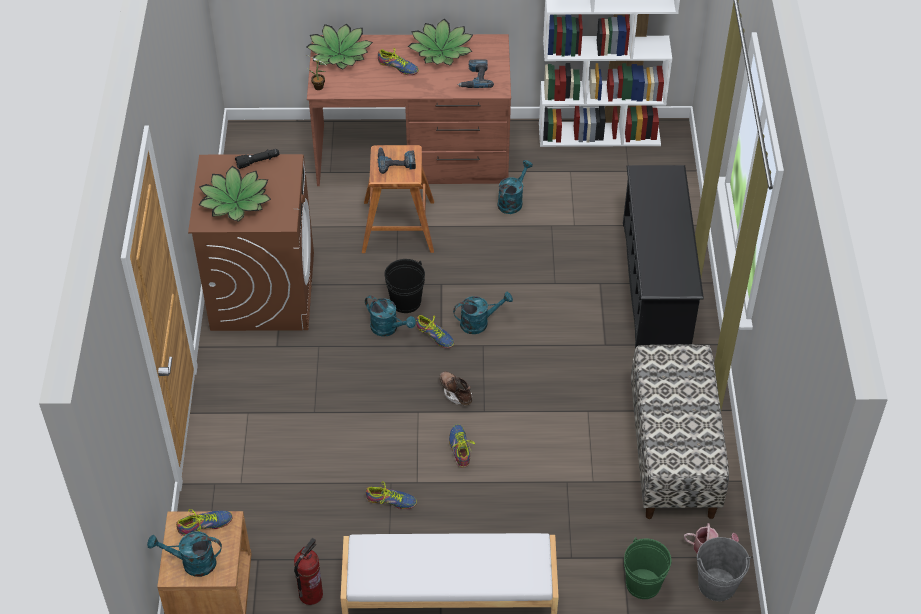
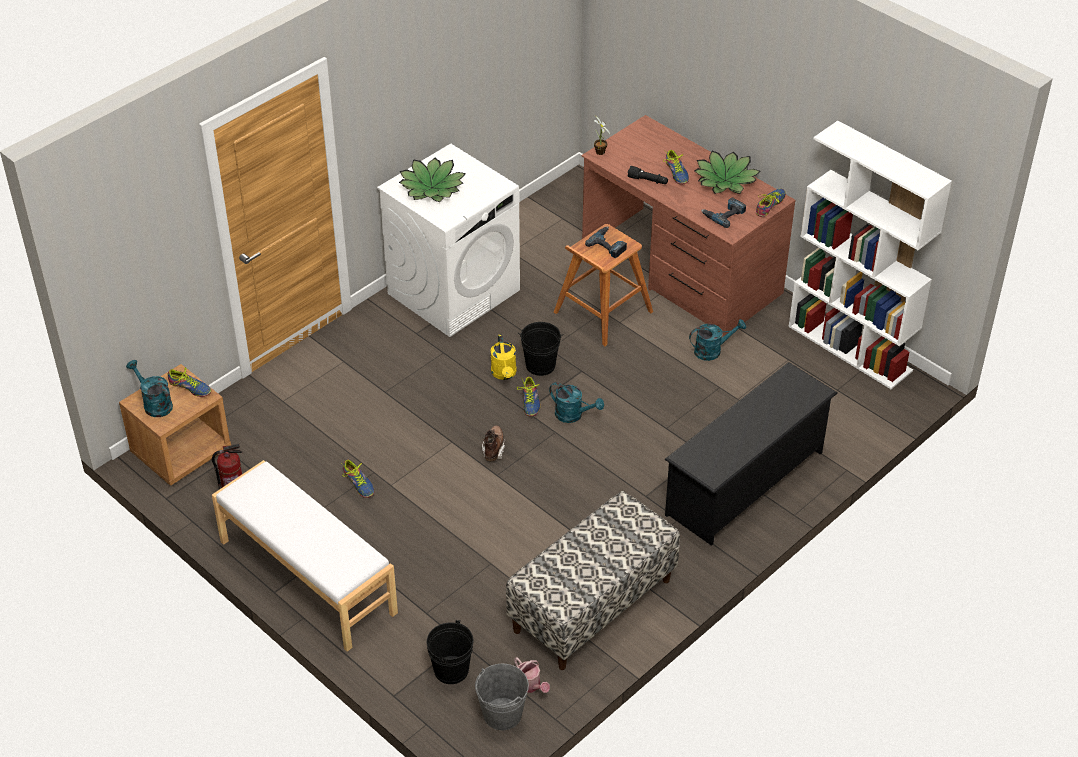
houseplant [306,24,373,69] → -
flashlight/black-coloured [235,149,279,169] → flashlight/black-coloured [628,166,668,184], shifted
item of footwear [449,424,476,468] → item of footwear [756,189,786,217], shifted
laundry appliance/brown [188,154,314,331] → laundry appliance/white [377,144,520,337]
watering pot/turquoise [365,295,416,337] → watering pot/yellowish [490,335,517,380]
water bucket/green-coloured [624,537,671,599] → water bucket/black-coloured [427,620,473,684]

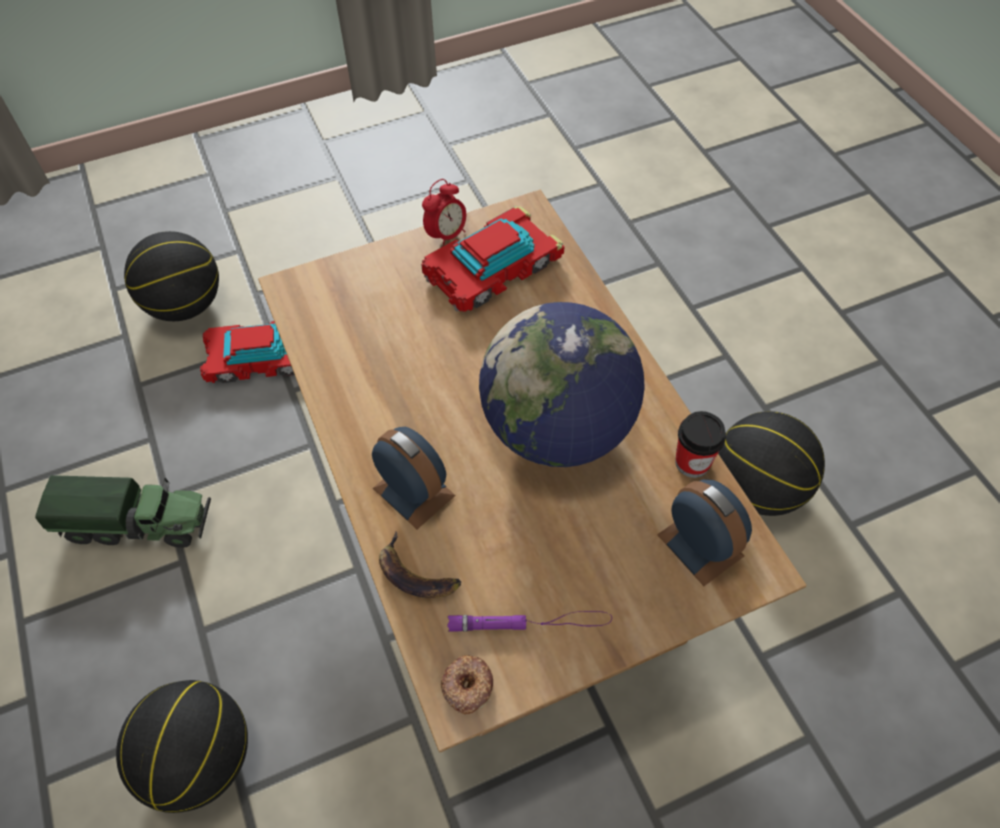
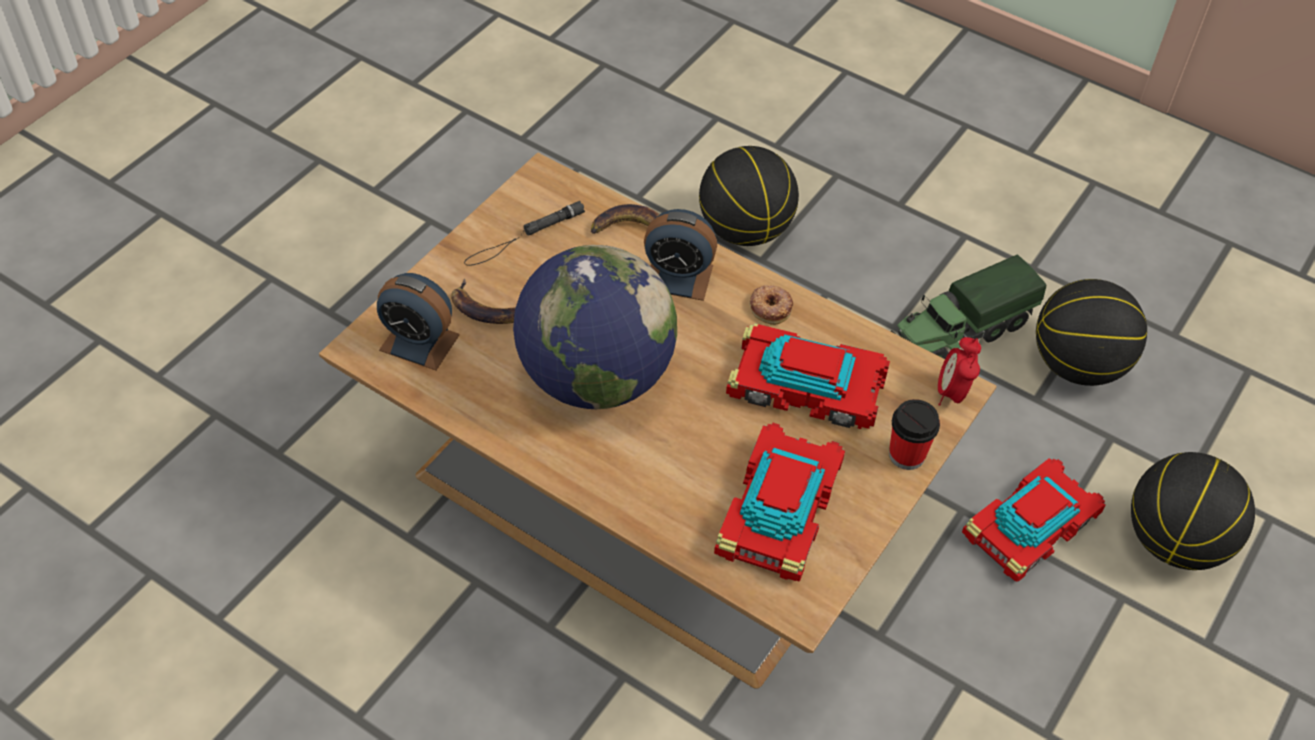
- → whole banana [451,279,515,324]
- → toy car [726,324,890,429]
alarm clock [422,179,466,246] → alarm clock [938,337,981,406], shifted
donut [441,655,493,714] → donut [749,285,794,325], shifted
small cup [675,411,726,478] → small cup [889,399,940,470], shifted
ball for basketball [718,411,825,516] → ball for basketball [1036,279,1147,386], shifted
flashlight/purple-coloured [447,611,612,632] → flashlight/black-coloured [464,201,585,266]

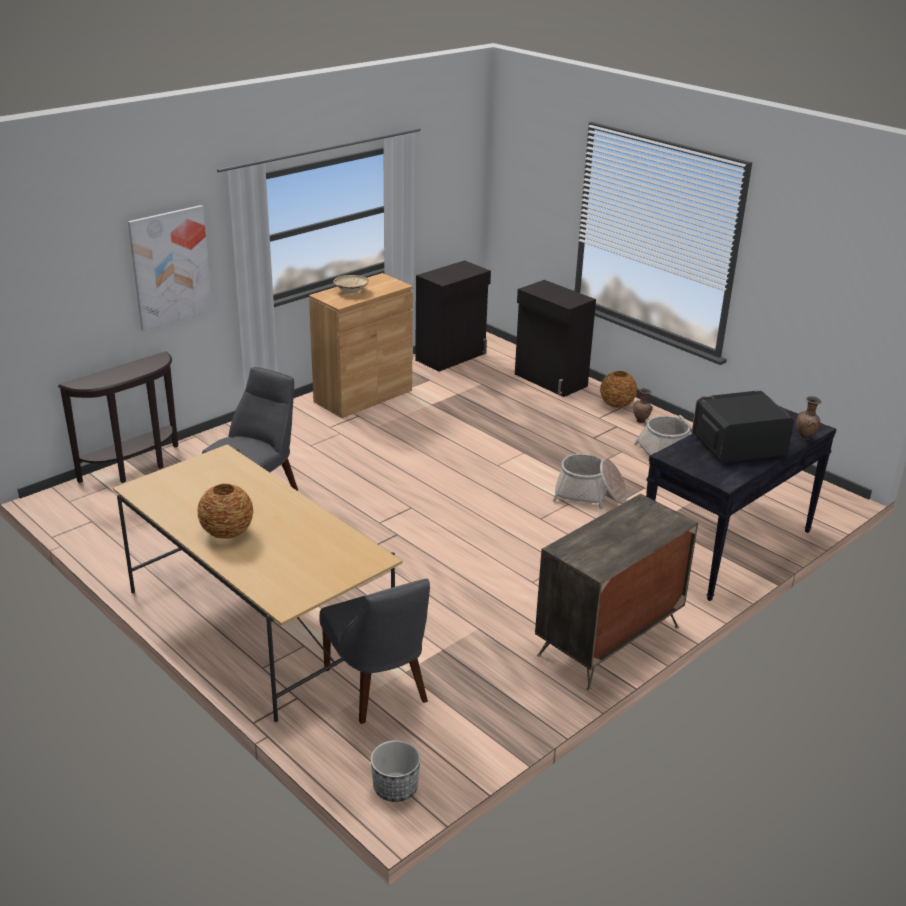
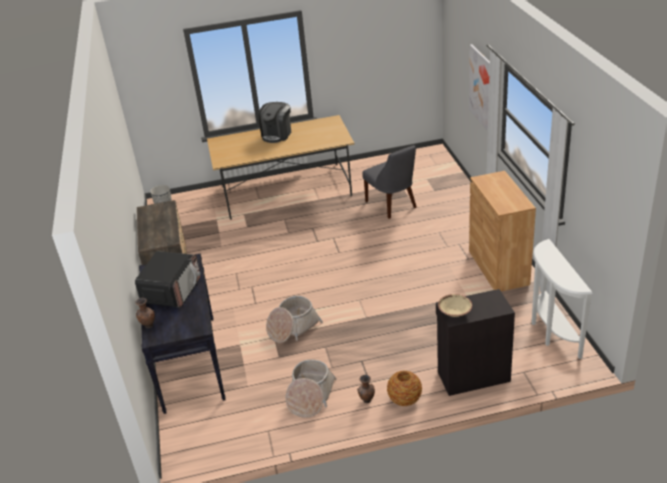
narrow table/brown [58,351,178,483] → -
chair/greyish [319,579,430,724] → -
deep dish/beige-coloured [333,275,369,294] → deep dish/beige-coloured [438,294,472,317], shifted
flower vase [197,484,253,539] → coffee machine [258,102,291,143]
storage cabinet/black-coloured [415,260,491,372] → narrow table/white [532,239,593,359]

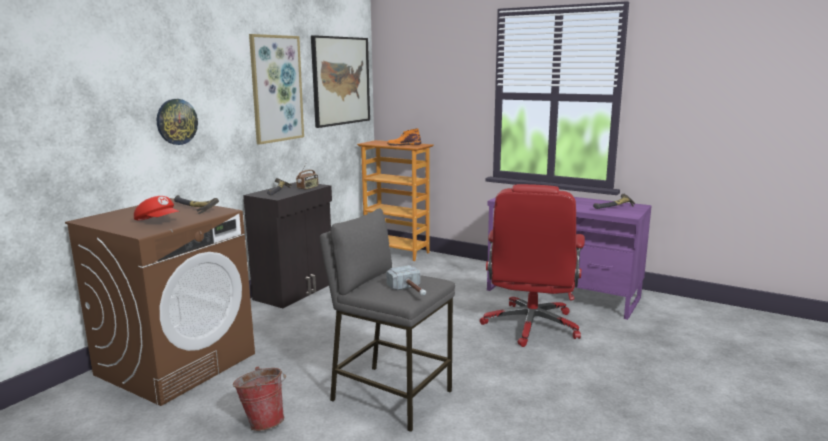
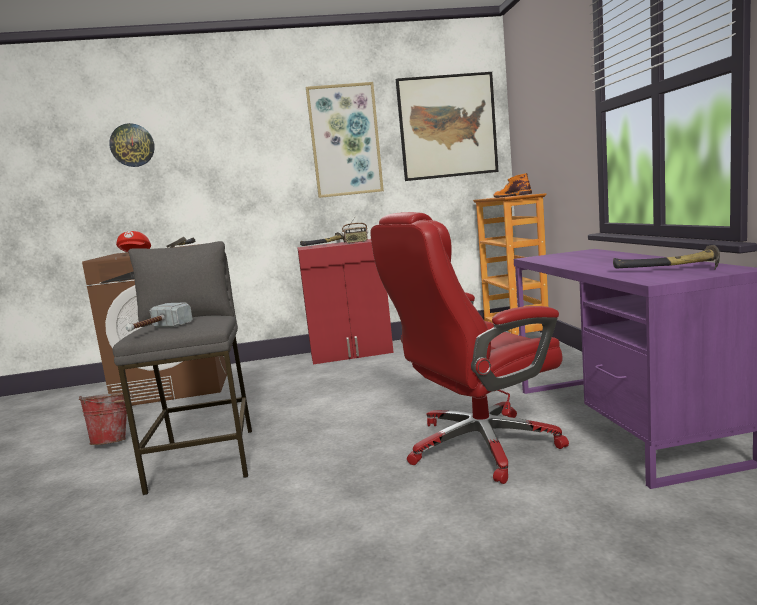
clock on the wall [157,99,198,145] → clock on the wall [109,123,155,167], shifted
storage cabinet/black-coloured [243,182,332,308] → storage cabinet/red-coloured [297,239,394,364]

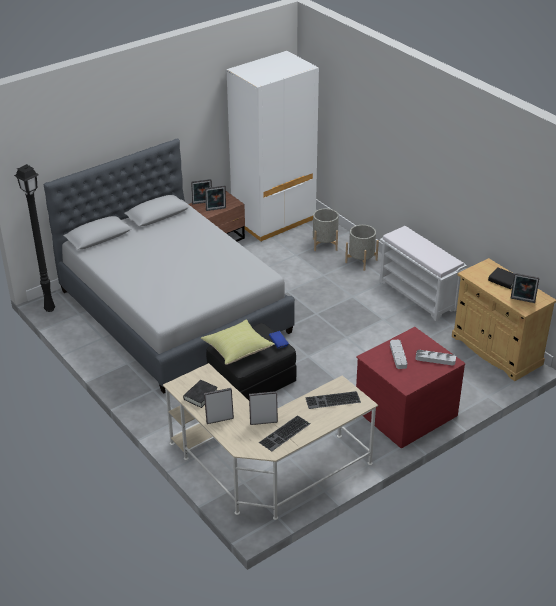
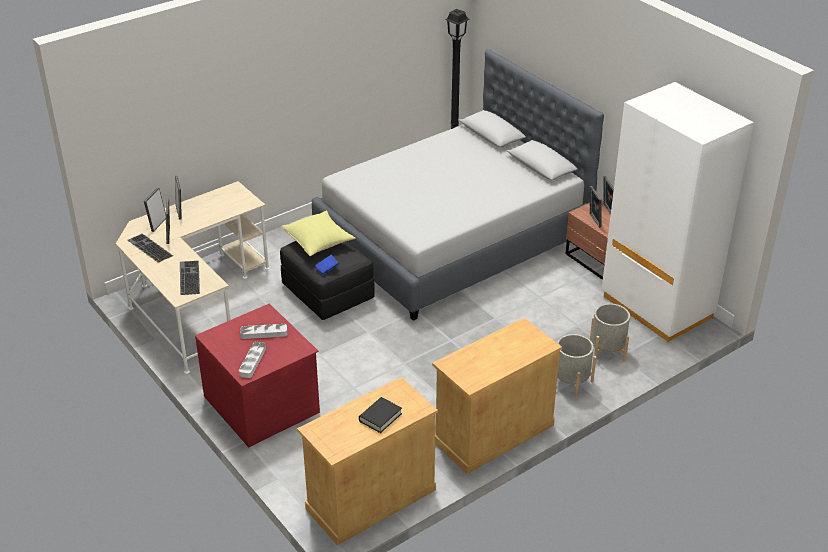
volume/black-coloured [183,380,218,408] → -
standing frame [511,273,540,303] → standing frame [144,187,166,232], shifted
long seat/white [380,226,467,321] → storage cabinet/beige-coloured [432,318,562,474]

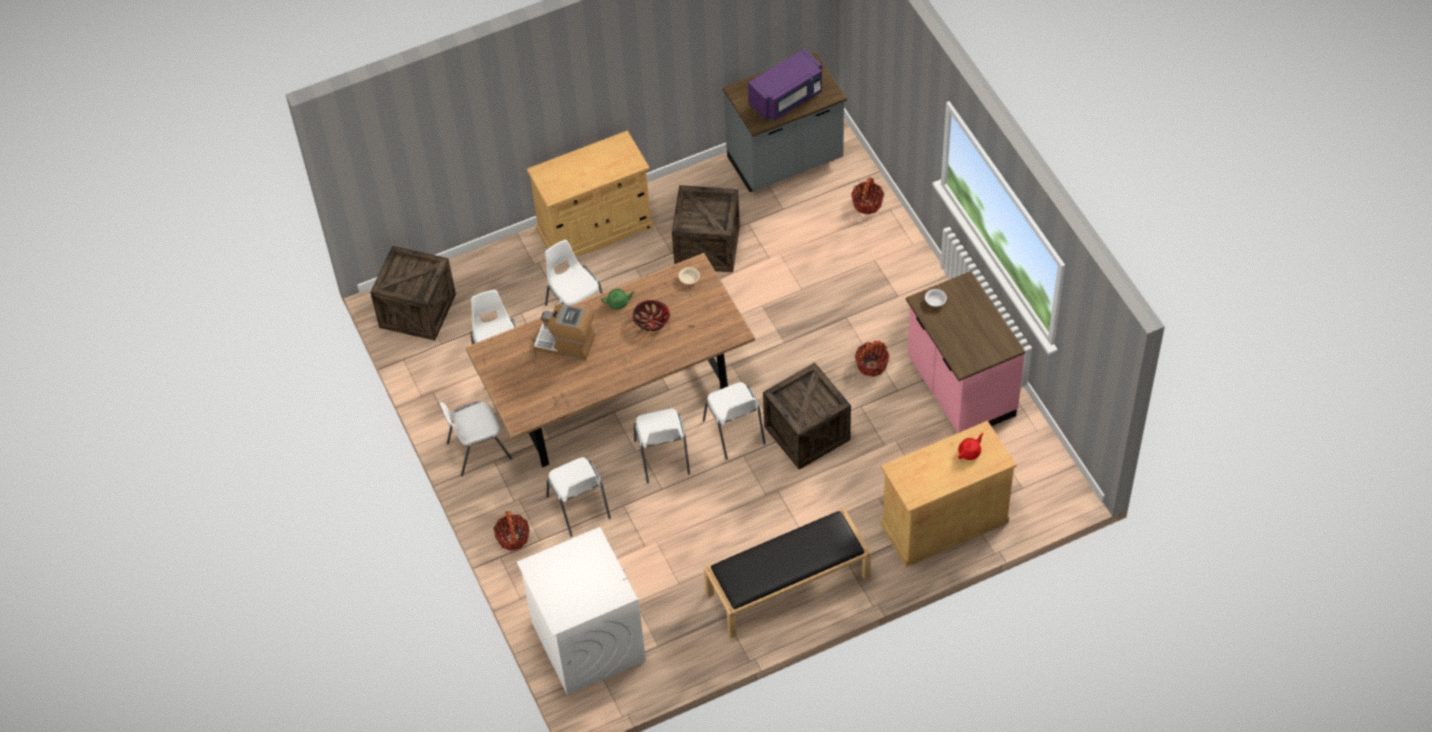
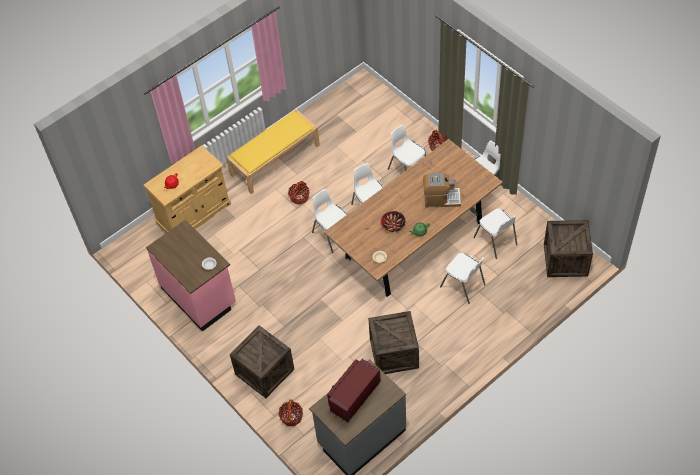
laundry appliance/white [517,527,646,695] → -
storage cabinet/beige-coloured [527,130,653,266] → -
shipping crate [763,363,851,469] → shipping crate [230,325,294,398], shifted
storage basket [855,341,890,377] → storage basket [288,181,309,204], shifted
long seat/black-coloured [704,508,871,639] → long seat/yellowish [226,109,320,194]
microwave/purple-coloured [748,48,822,121] → microwave/red-coloured [327,359,381,423]

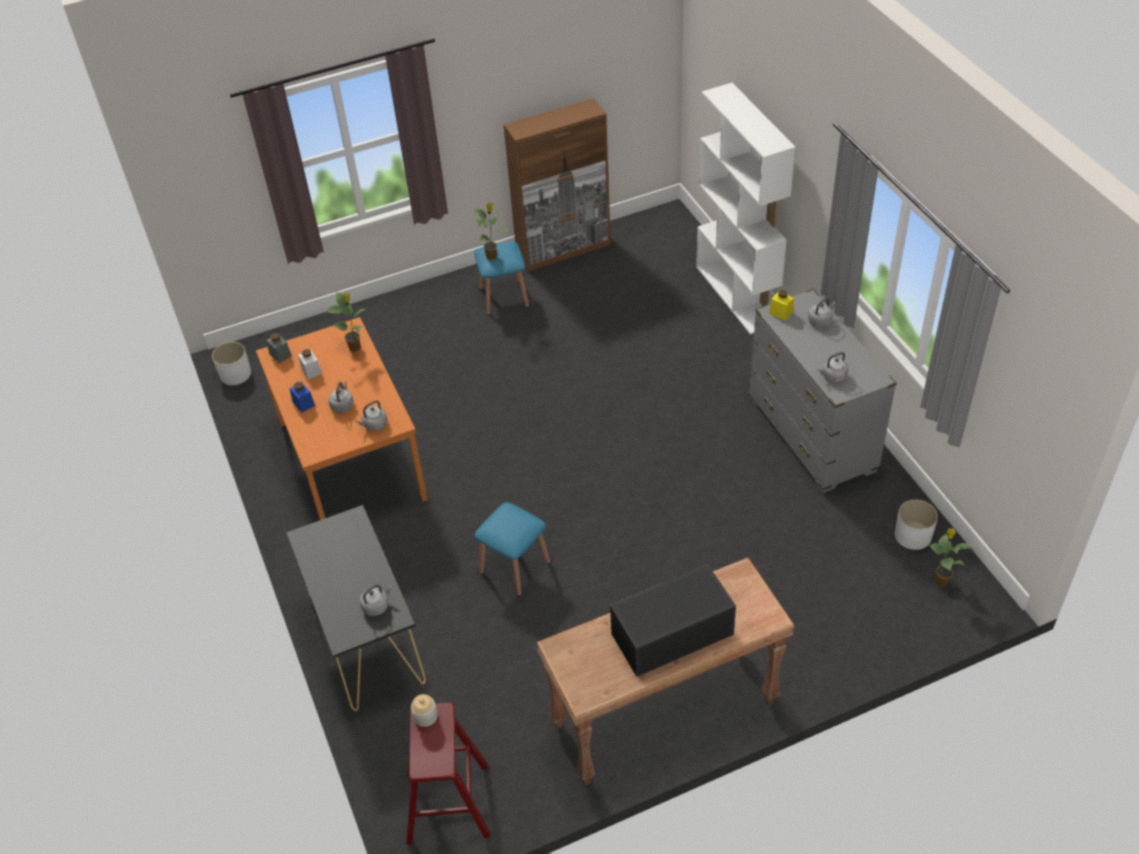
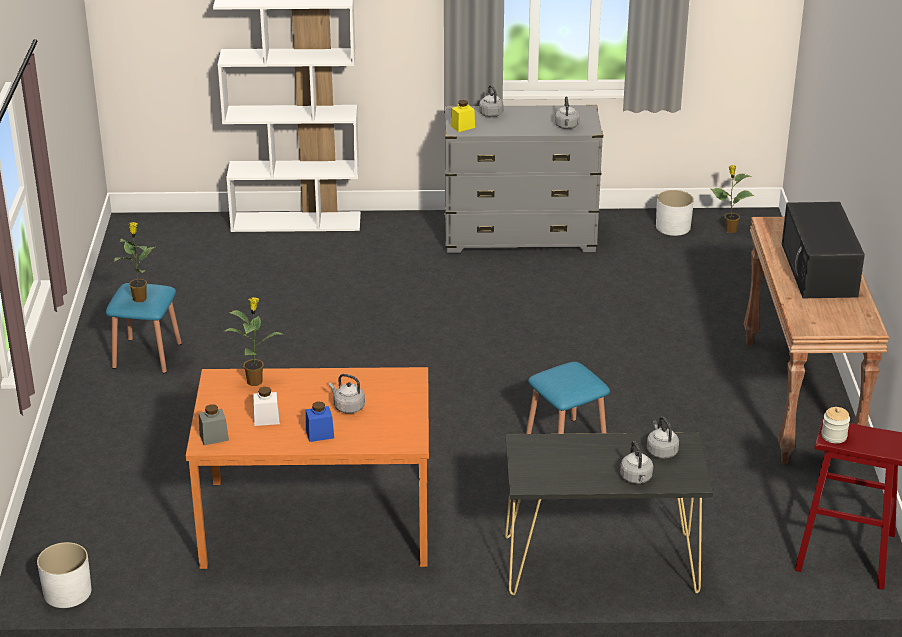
storage cabinet/brown [503,98,611,272] → -
kettle/greyish [355,400,388,431] → kettle/greyish [620,441,653,484], shifted

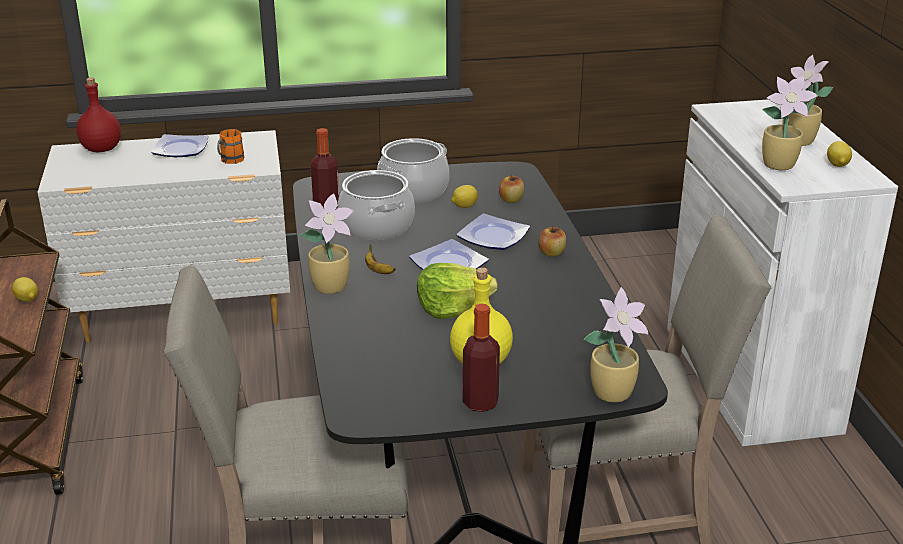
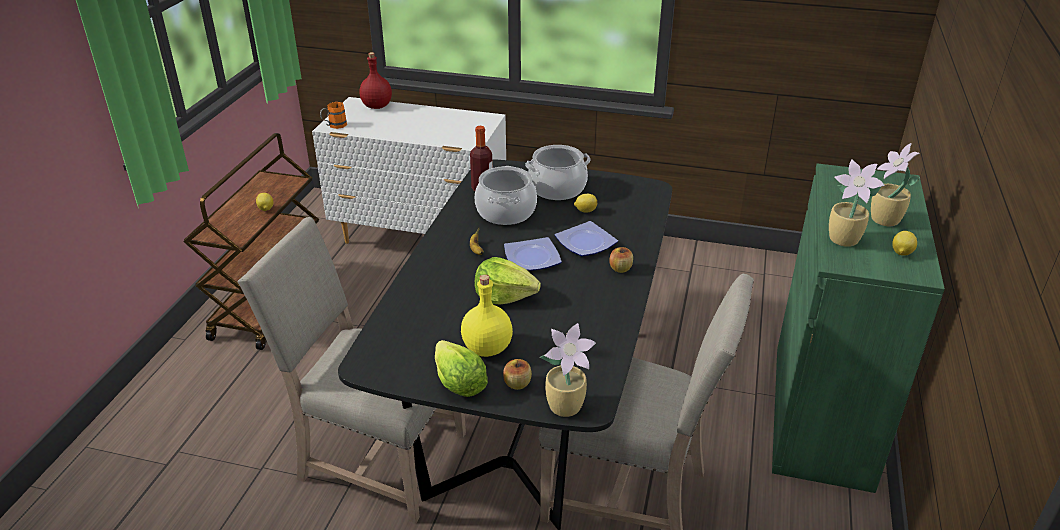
plate [151,134,208,157] → -
houseplant [300,193,354,294] → -
mug/orange [217,129,245,164] → mug/orange [320,102,347,129], shifted
whole apple [499,174,524,203] → whole apple [503,359,532,390], shifted
beverage bottle [463,304,500,412] → lettuce [435,340,488,397]
storage cabinet/white [667,99,898,446] → storage cabinet/green-coloured [772,163,945,493]

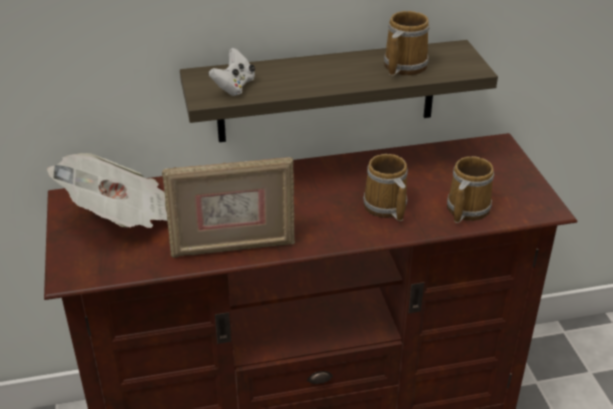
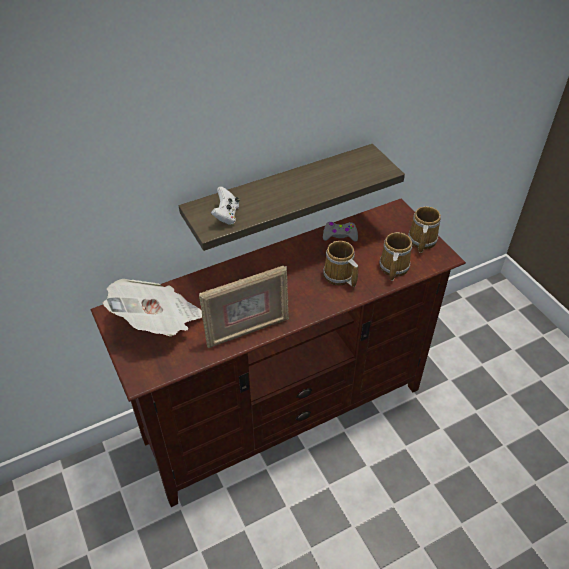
- → game controller/greyish [323,222,358,241]
mug [384,11,429,76] → mug [408,206,441,253], shifted

